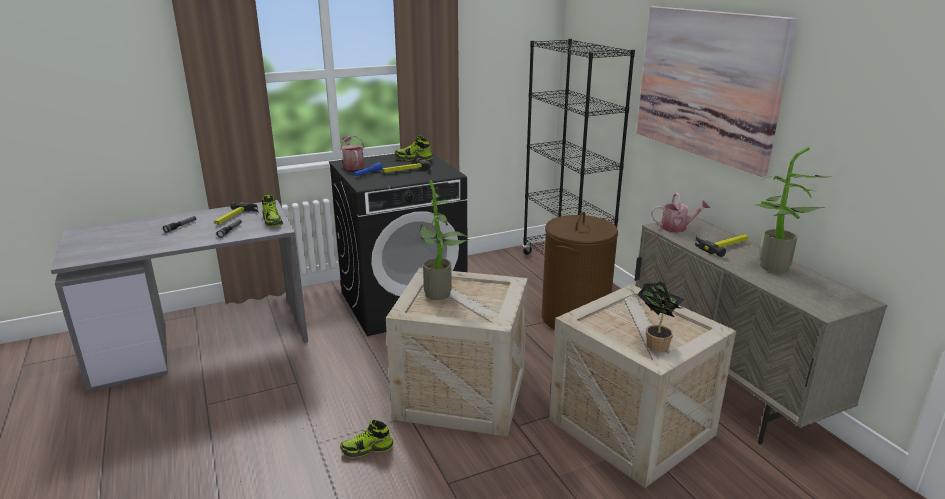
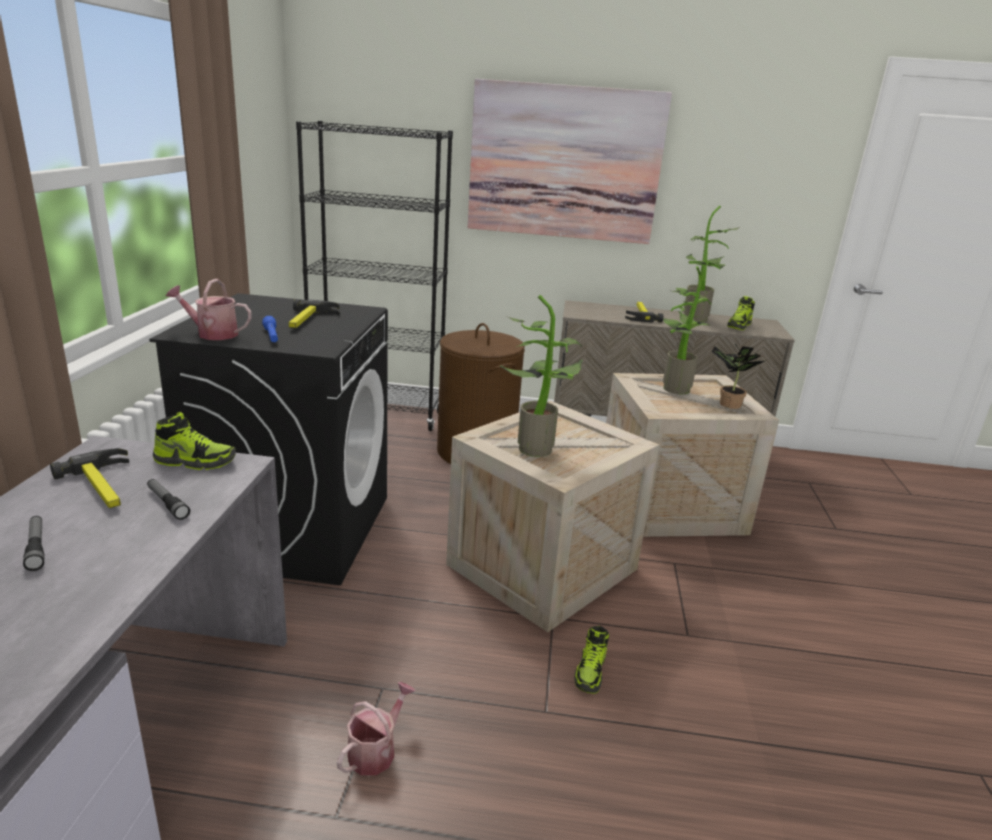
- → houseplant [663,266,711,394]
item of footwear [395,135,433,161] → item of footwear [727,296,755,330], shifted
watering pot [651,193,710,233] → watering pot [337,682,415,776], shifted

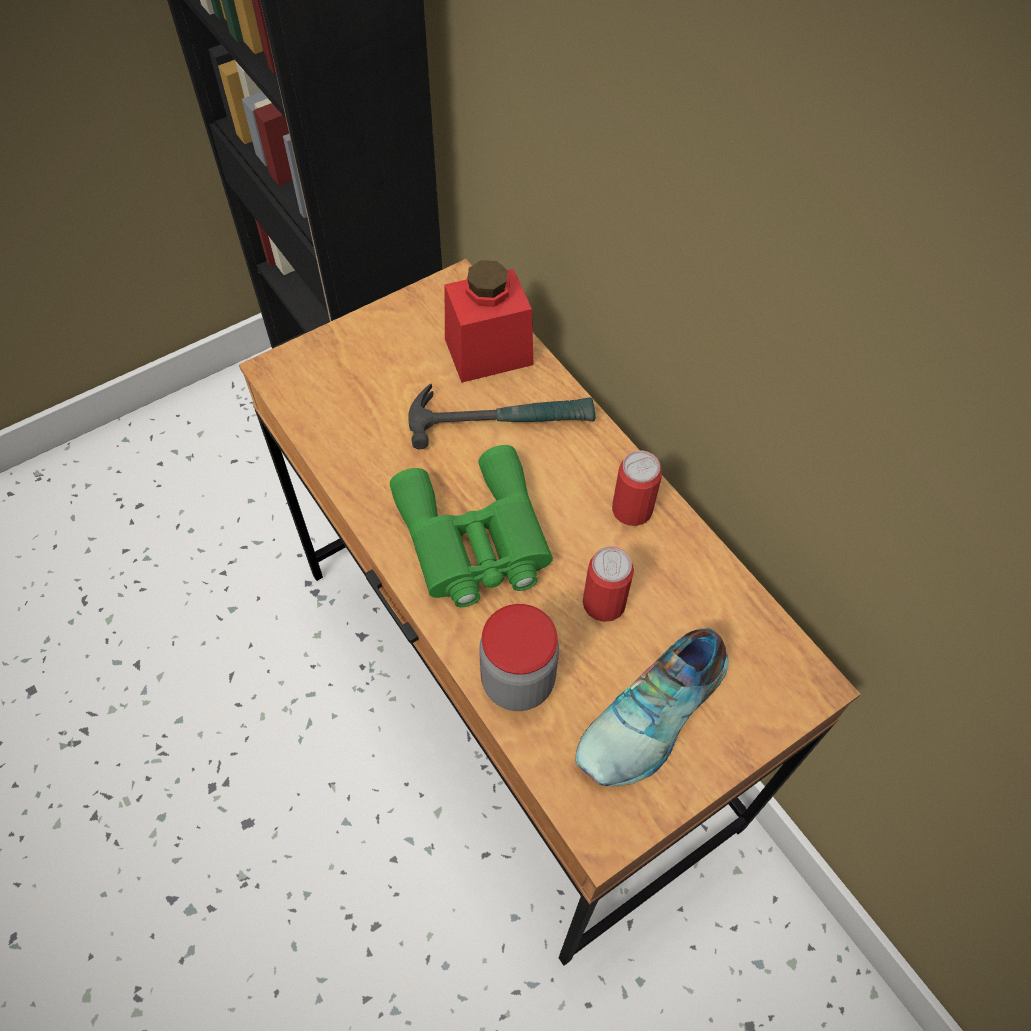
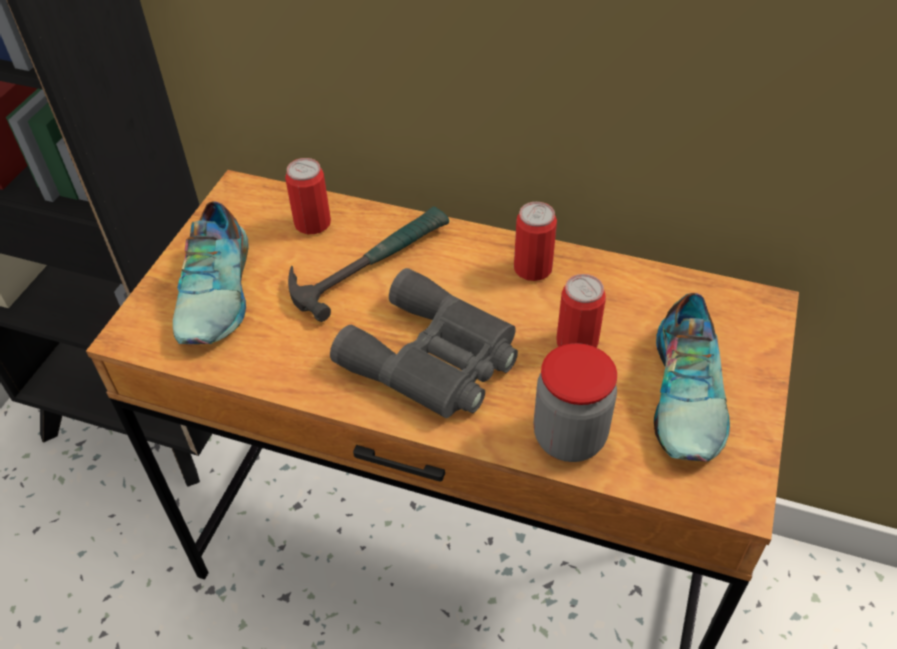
- → item of footwear [173,201,249,344]
storage jar/red-coloured [445,260,534,383] → sealed can [285,158,331,234]
field glasses/green-coloured [390,445,553,607] → field glasses/greyish [330,268,518,418]

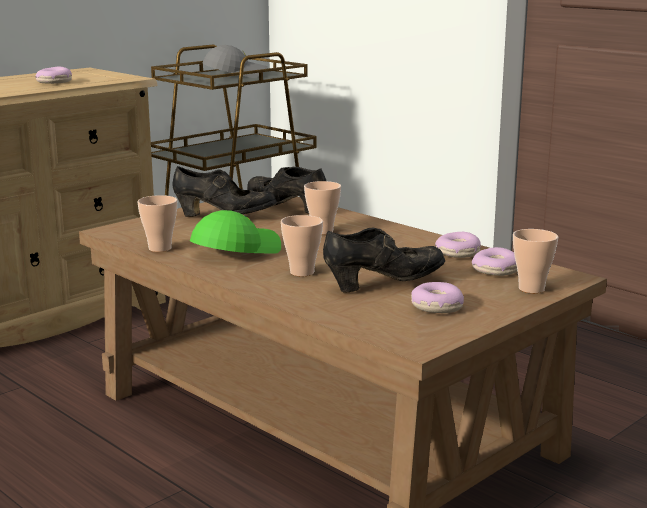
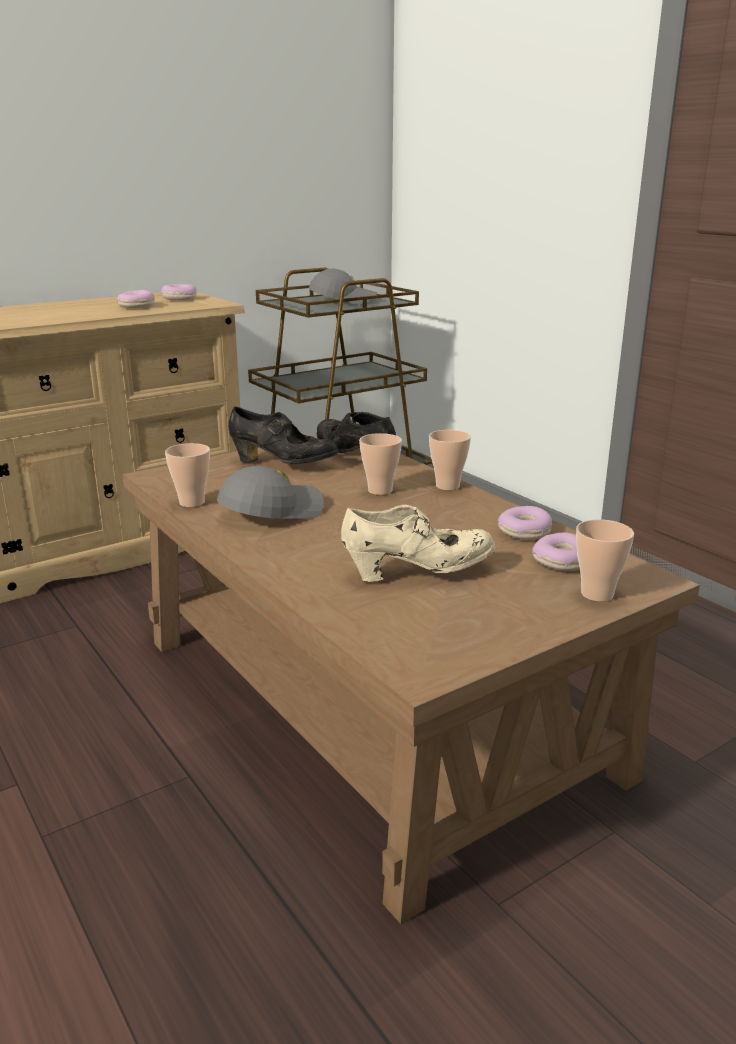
small cup [281,215,323,276] → small cup [429,430,471,491], shifted
donut [411,282,464,313] → donut [161,284,197,301], shifted
peaked cap/green-coloured [190,210,281,254] → peaked cap/greyish [217,466,324,518]
item of footwear/black-coloured [323,227,445,293] → item of footwear/beige-coloured [341,505,495,582]

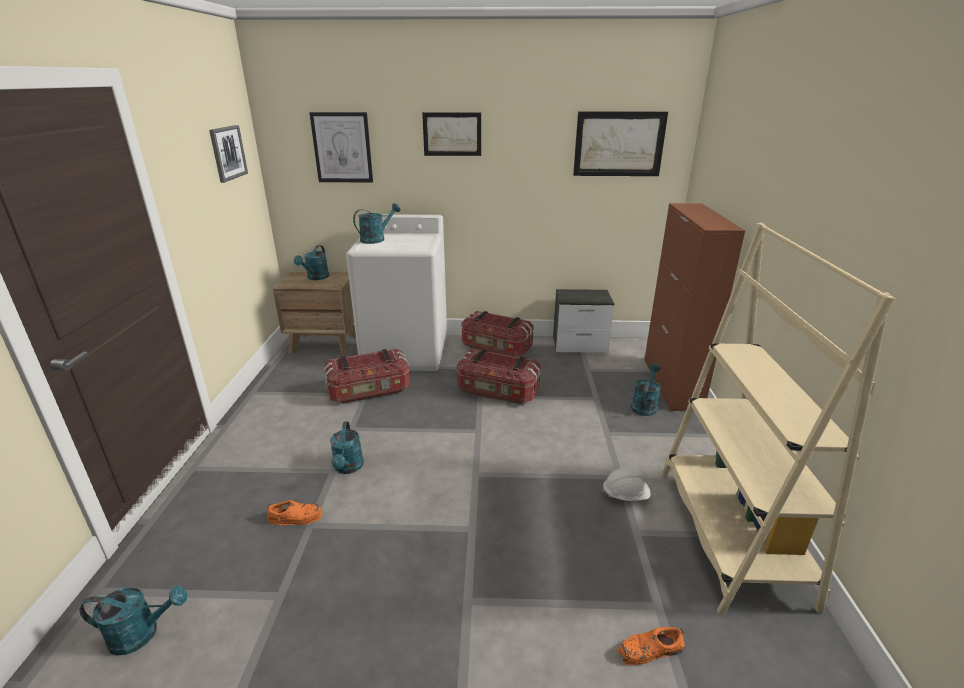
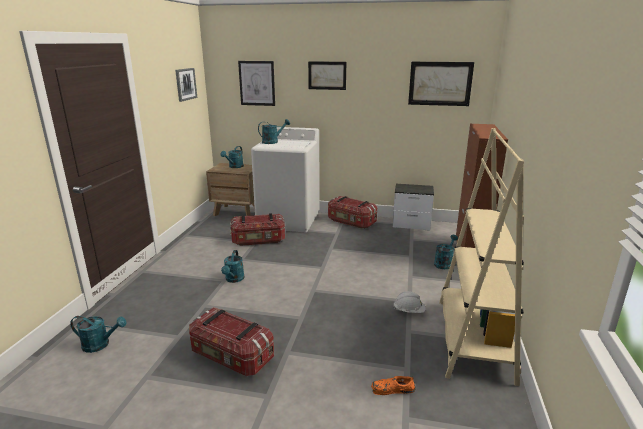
item of footwear/orange [266,500,322,525] → -
storage bin [457,349,541,404] → storage bin [189,307,274,376], shifted

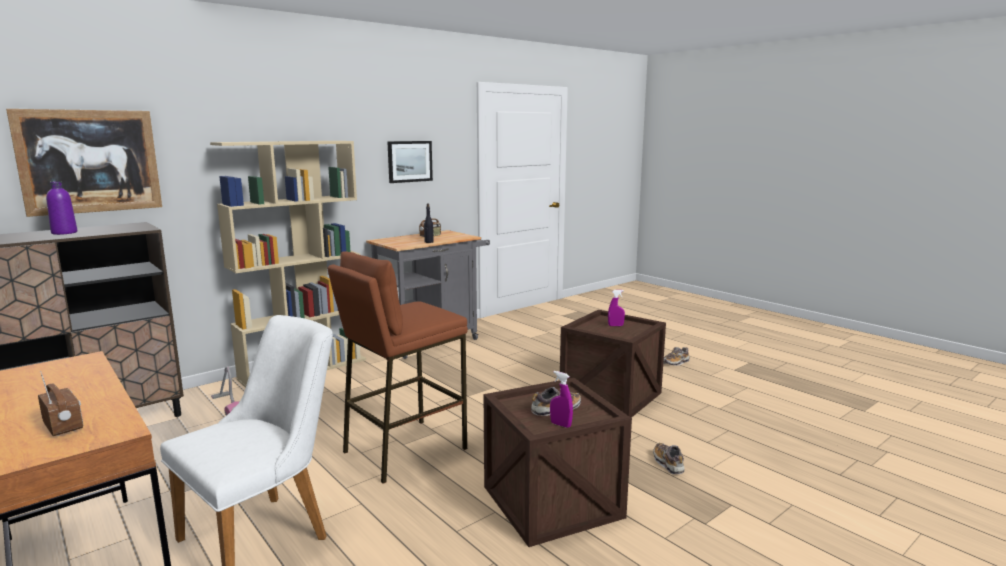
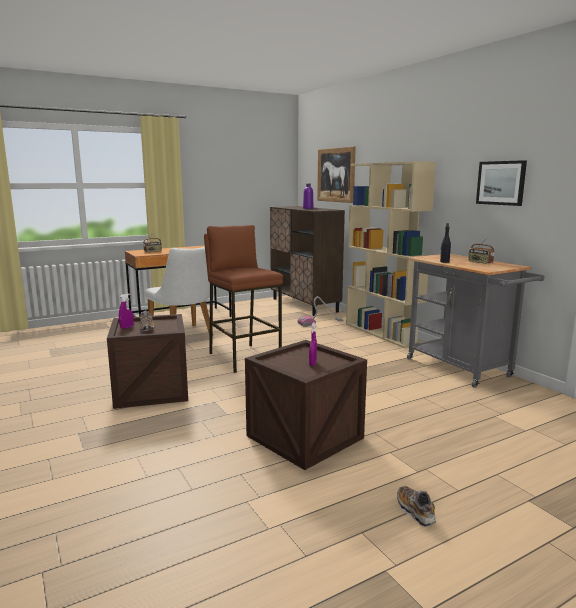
item of footwear [653,443,684,474] → -

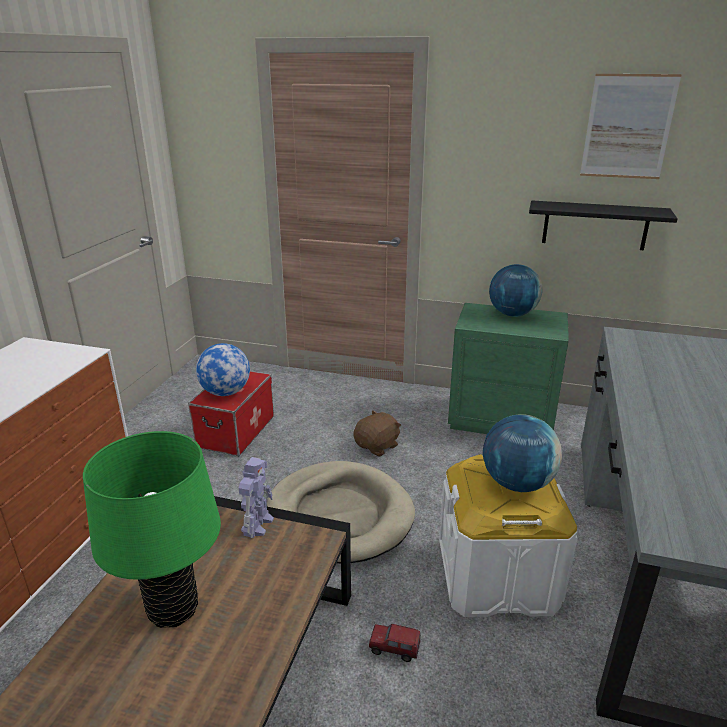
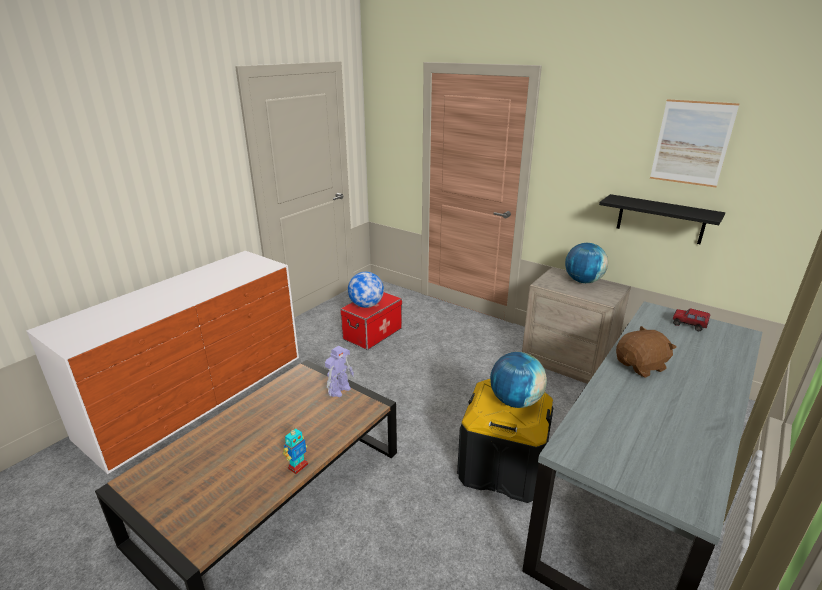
table lamp/green-coloured [83,431,221,628] → -
dog cushion/beige-coloured [267,461,415,563] → -
- → toy robot [283,427,308,474]
soft toy/brown [353,410,401,457] → soft toy/brown [616,326,677,378], shifted
toy truck [369,624,421,662] → toy truck [673,308,710,331], shifted
storage bin/white [439,455,577,617] → storage bin/black-coloured [457,379,554,503]
nightstand/green-coloured [448,303,569,434] → nightstand/beige-coloured [522,267,631,384]

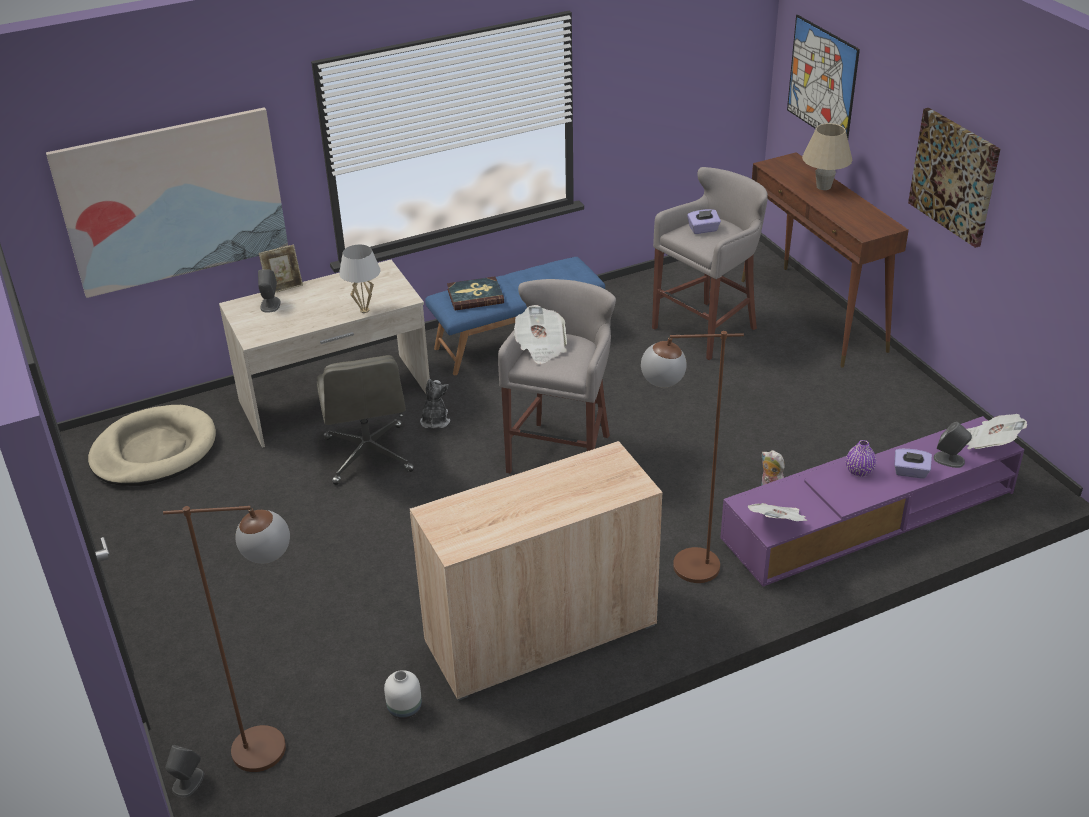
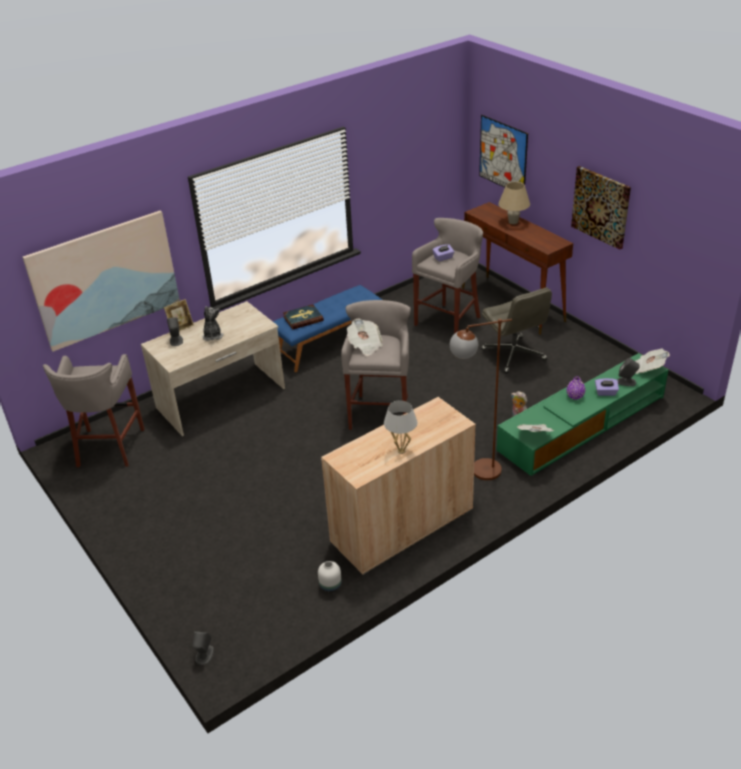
floor lamp/brown [163,506,290,772] → -
computer chair/greyish [317,355,414,485] → computer chair/greyish [481,287,552,373], shifted
table lamp/white [339,244,380,313] → table lamp/white [384,400,417,454], shifted
soft toy [420,379,450,428] → soft toy [202,306,223,341], shifted
dog cushion/beige-coloured [88,405,216,486] → stool seat/greyish [43,354,144,467]
tv unit/purple-coloured [720,416,1024,587] → tv unit/green-coloured [496,353,668,476]

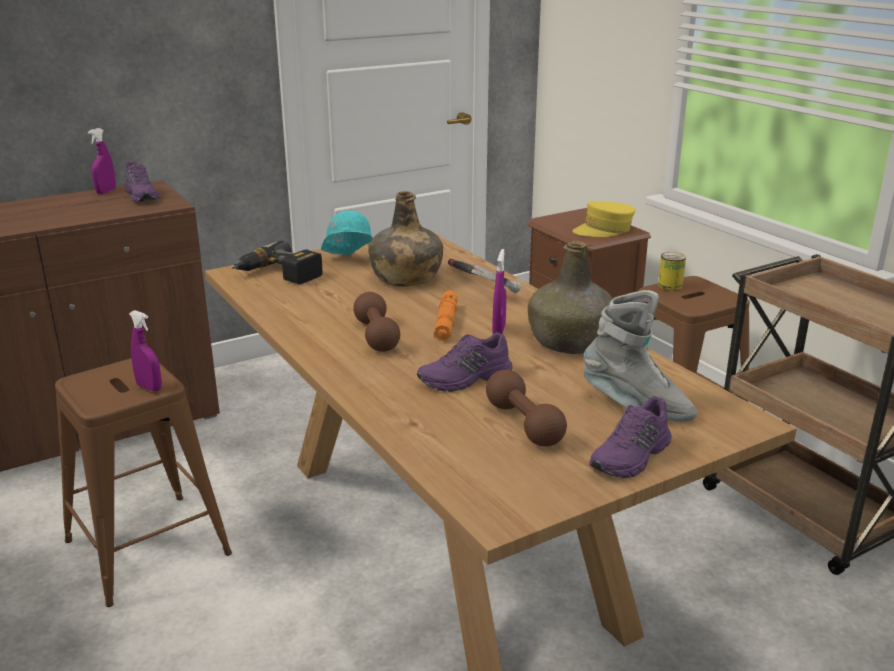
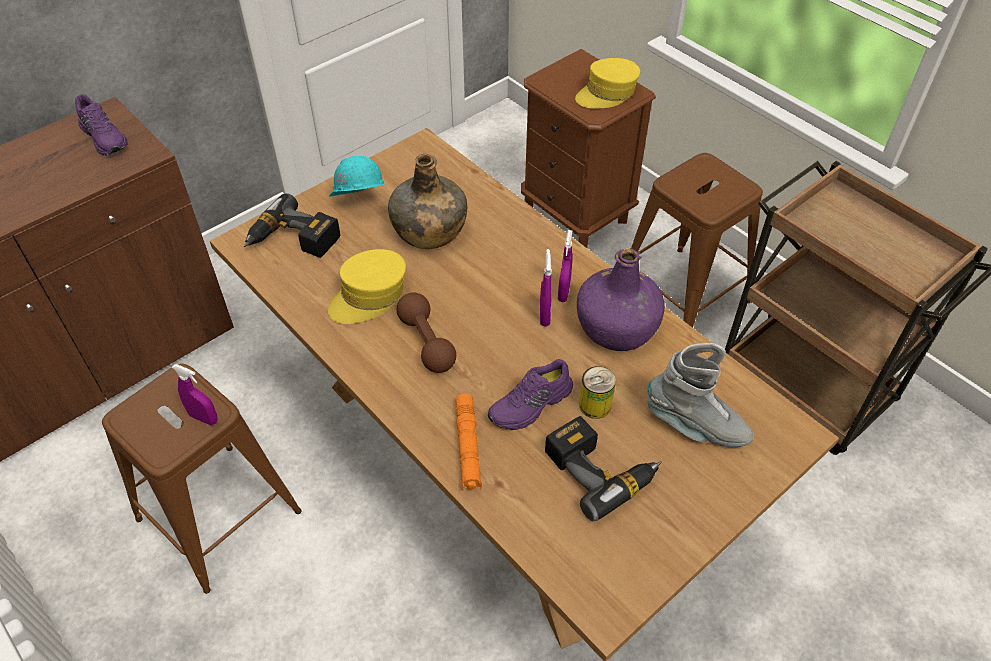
hammer [448,259,521,293] → -
item of footwear/purple-coloured [589,396,672,478] → -
- → peaked cap/yellowish [328,249,406,324]
sprayer/purple-coloured [88,128,116,194] → sprayer/purple-coloured [558,230,573,302], shifted
flashlight/orange [434,290,458,341] → flashlight/orange [455,394,481,490], shifted
sealed can [658,252,686,291] → sealed can [579,366,616,419], shifted
dumbbell/brown [486,370,567,447] → electric drill [545,416,662,521]
beverage bottle/green-coloured [528,241,613,354] → beverage bottle/purple-coloured [577,248,665,351]

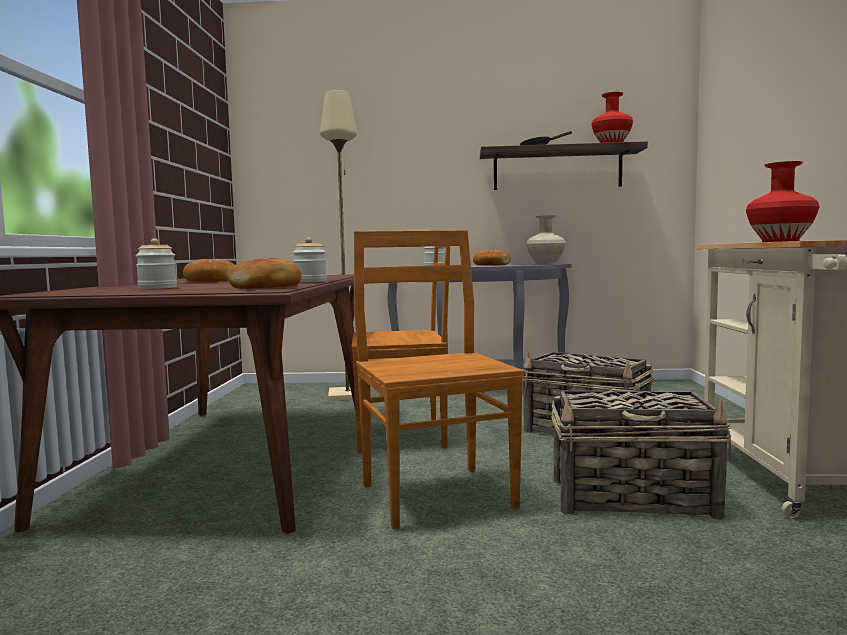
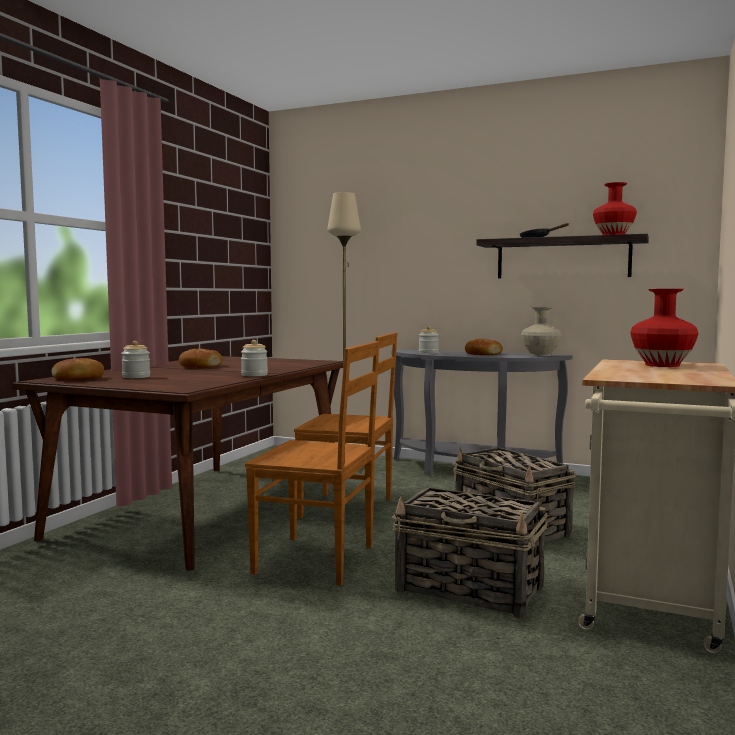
bakery bread [228,258,302,289] → bakery bread [51,358,104,380], shifted
chair/brown [354,230,524,530] → chair/brown [245,341,379,586], 105 degrees clockwise

